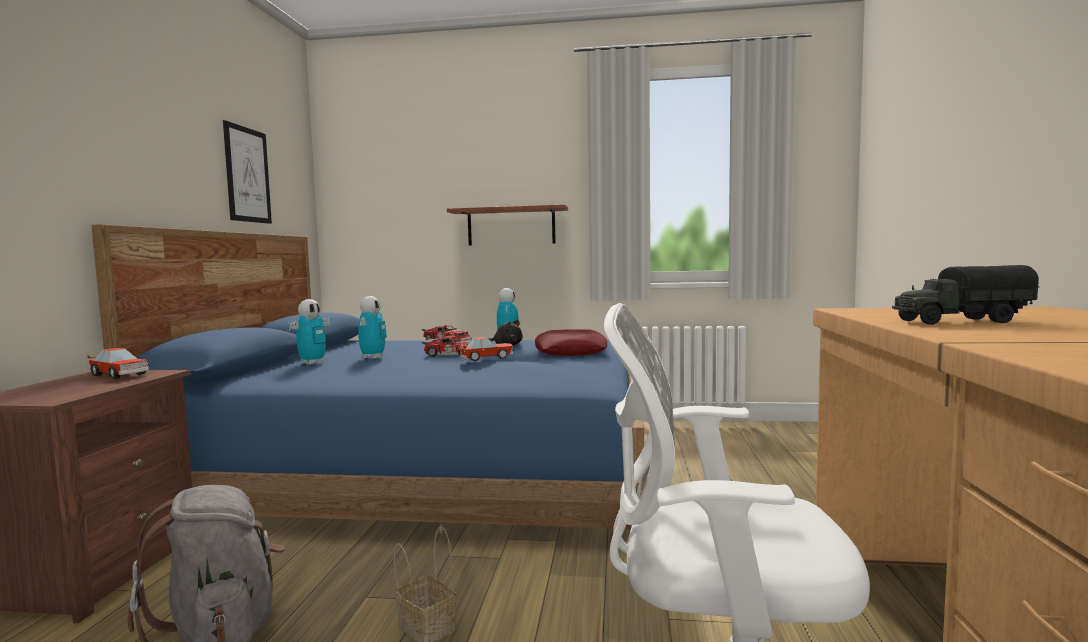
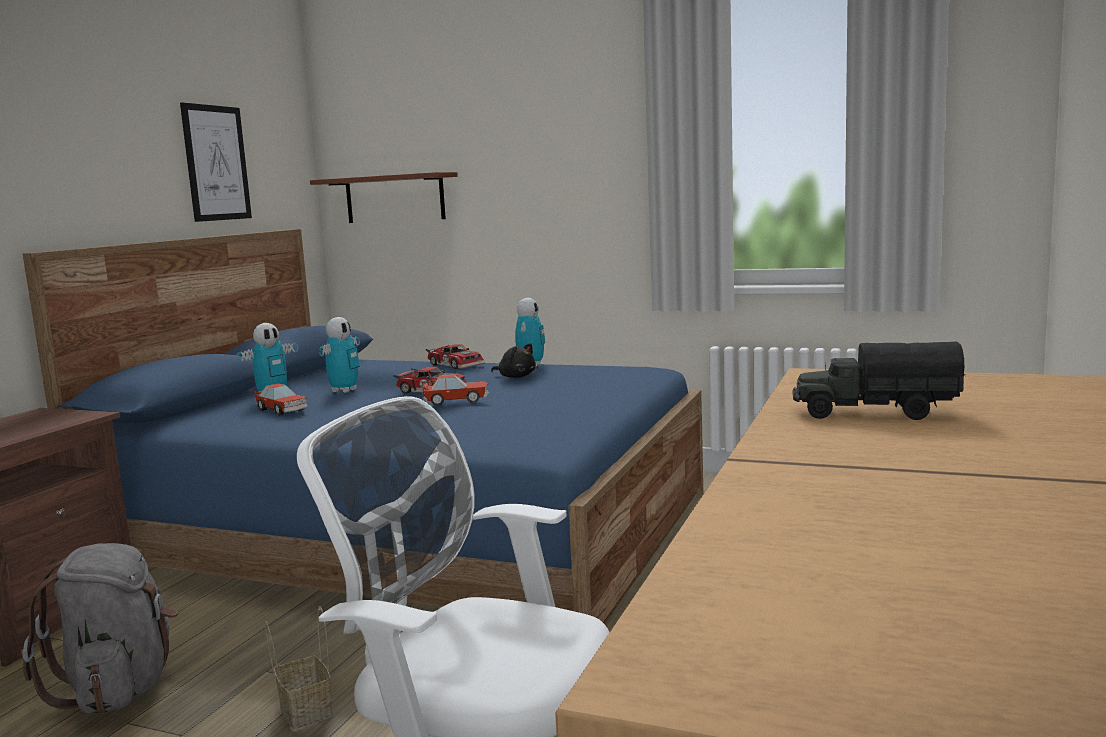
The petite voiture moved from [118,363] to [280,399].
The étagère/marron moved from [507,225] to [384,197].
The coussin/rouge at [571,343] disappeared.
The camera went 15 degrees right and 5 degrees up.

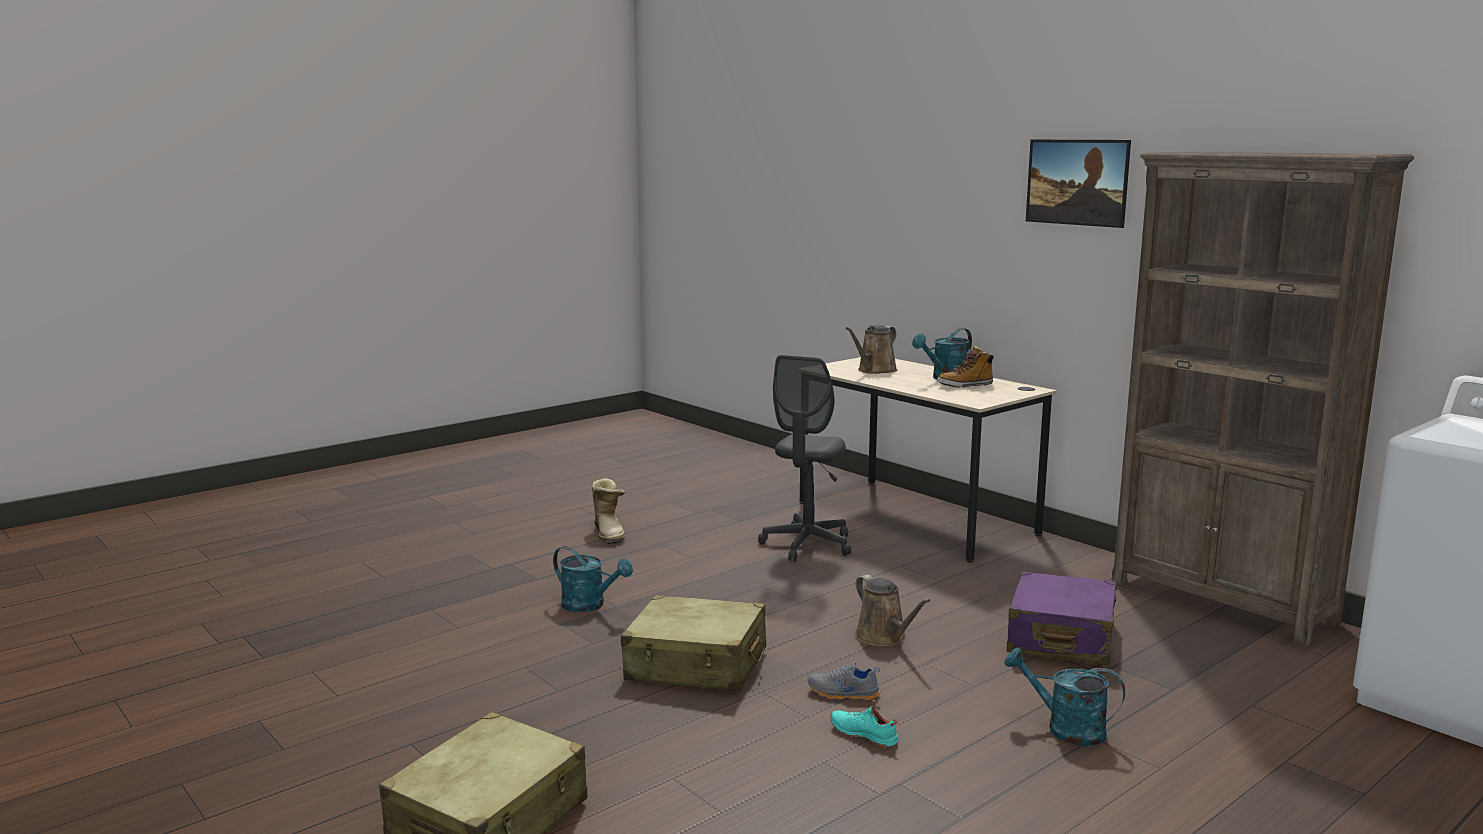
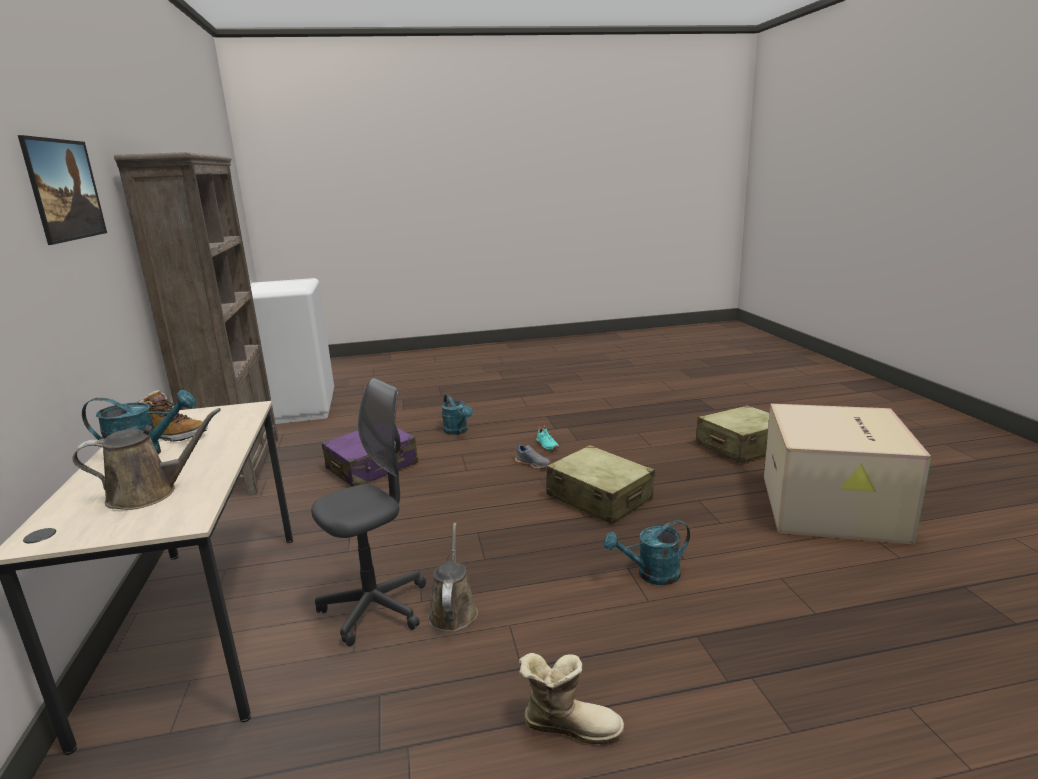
The arrosoir/turquoise at [593,579] turned 75 degrees counterclockwise.
The botte at [608,511] turned 90 degrees clockwise.
The arrosoir/marron moved from [893,611] to [453,577].
The carton at [847,474] appeared.
The camera went 150 degrees left and 5 degrees up.

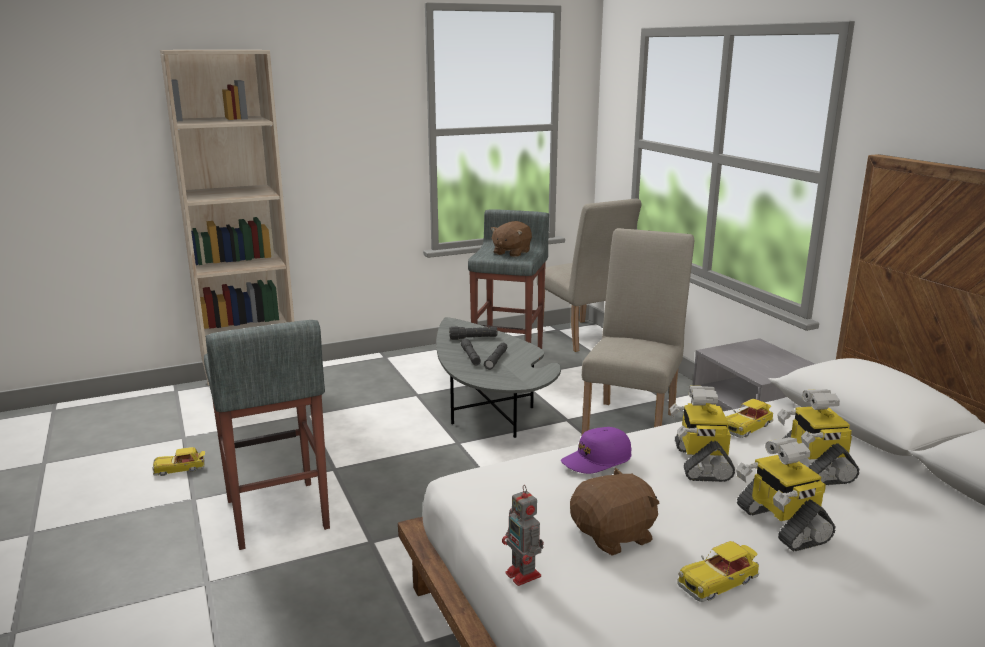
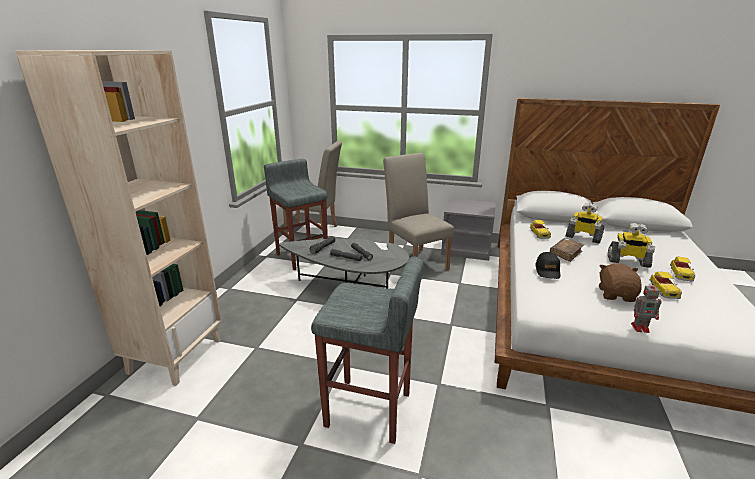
The petite voiture moved from [178,461] to [682,269].
The peluche/marron at [511,239] disappeared.
The casquette/violet at [596,450] became the casquette/noir at [548,265].
The robot jouet at [702,434] was replaced by the livre/marron at [567,250].
The camera went 50 degrees left and 5 degrees up.

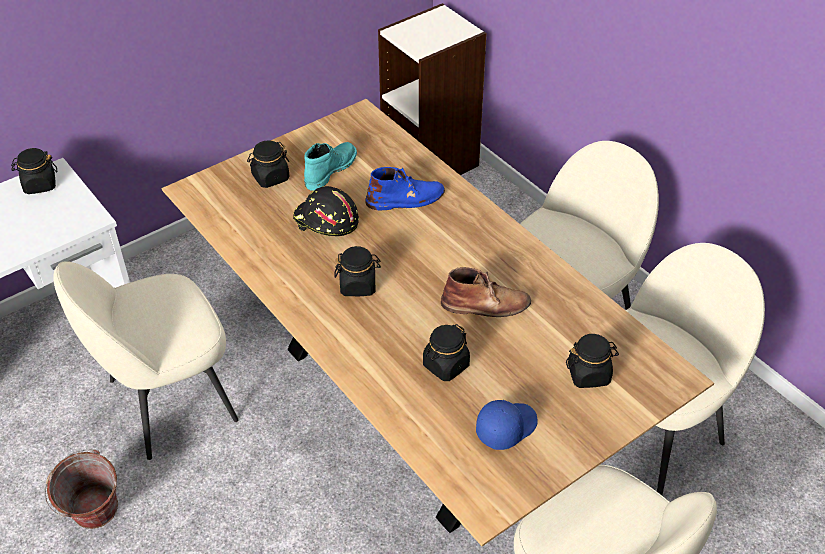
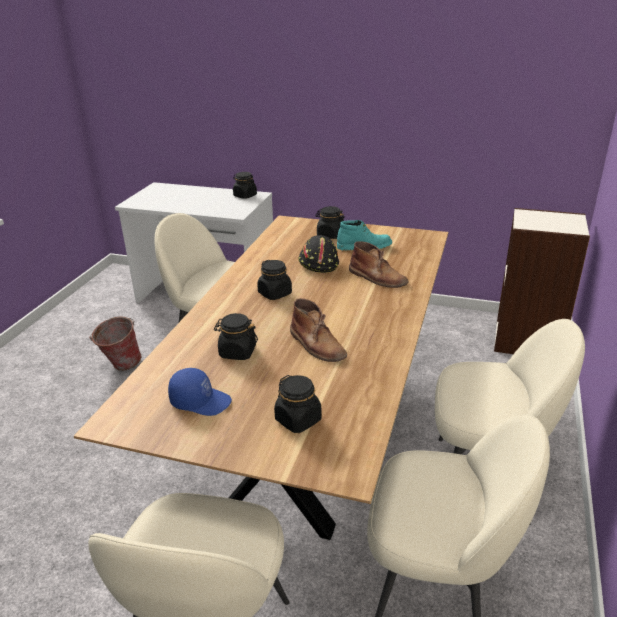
The botte/bleu at [405,188] became the botte/marron at [378,264].
The camera went 55 degrees right and 15 degrees down.

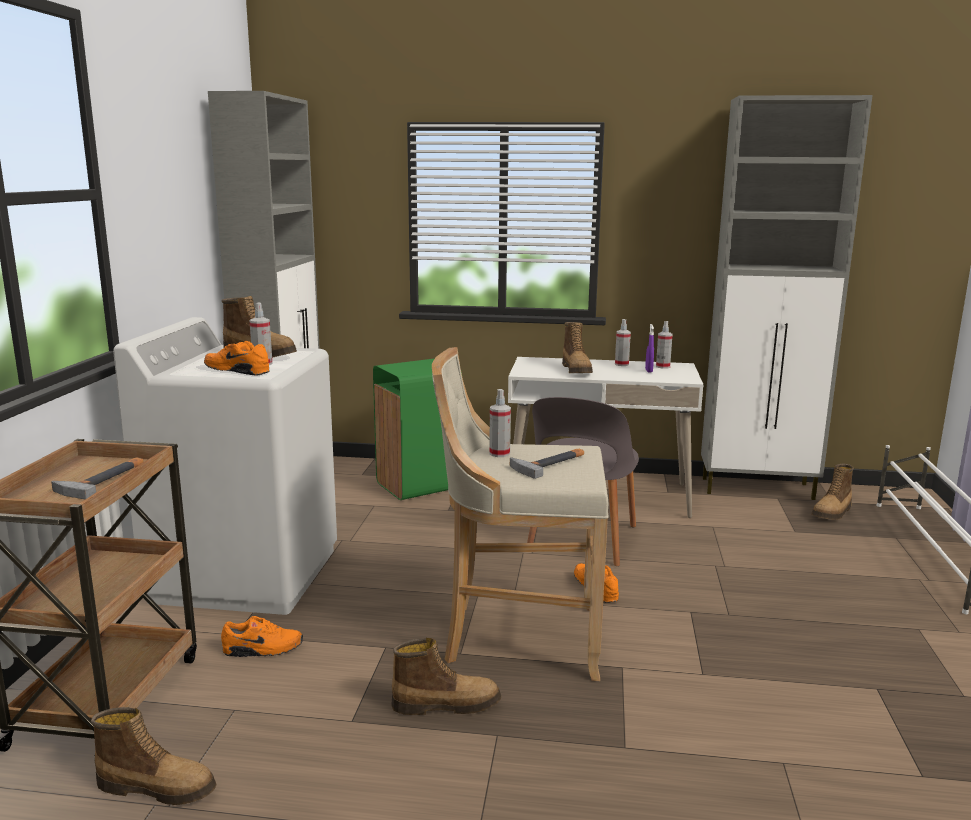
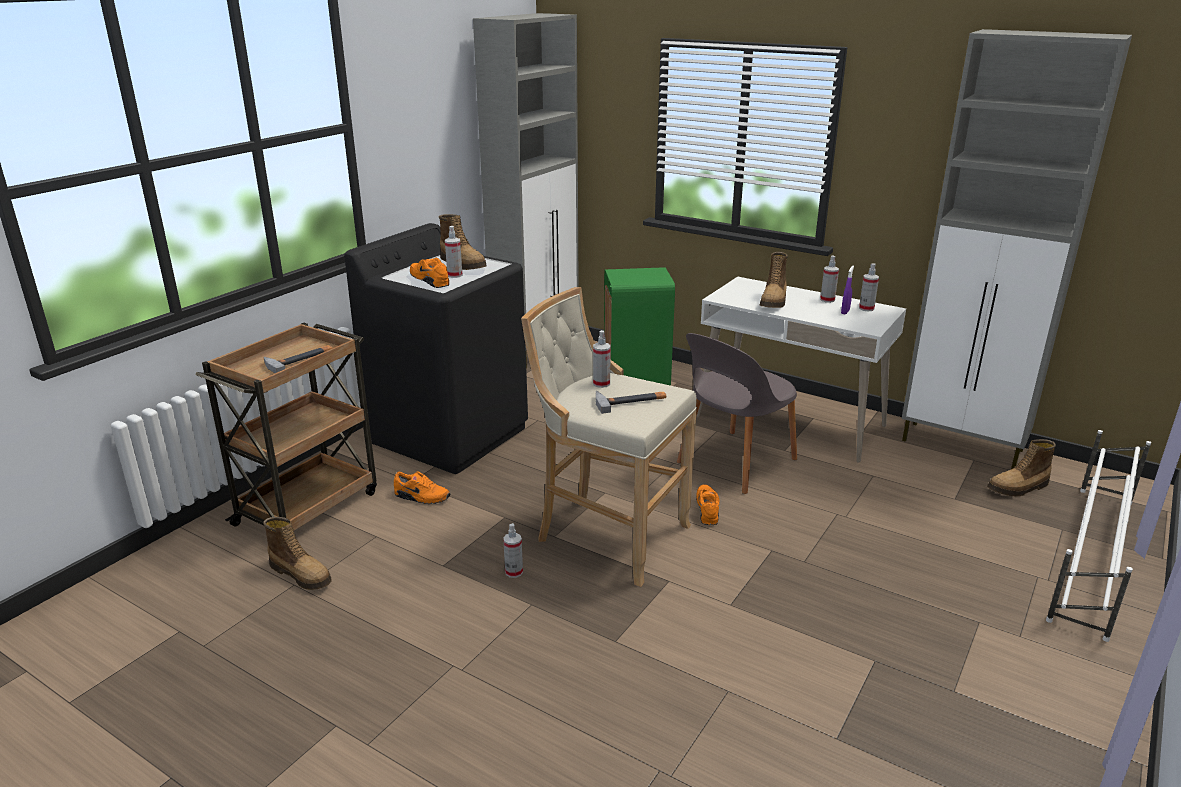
The lave-linge/blanc at [225,466] became the lave-linge/noir at [436,348].
The botte at [446,676] was replaced by the vaporisateur at [513,550].
The camera went 25 degrees right and 10 degrees up.

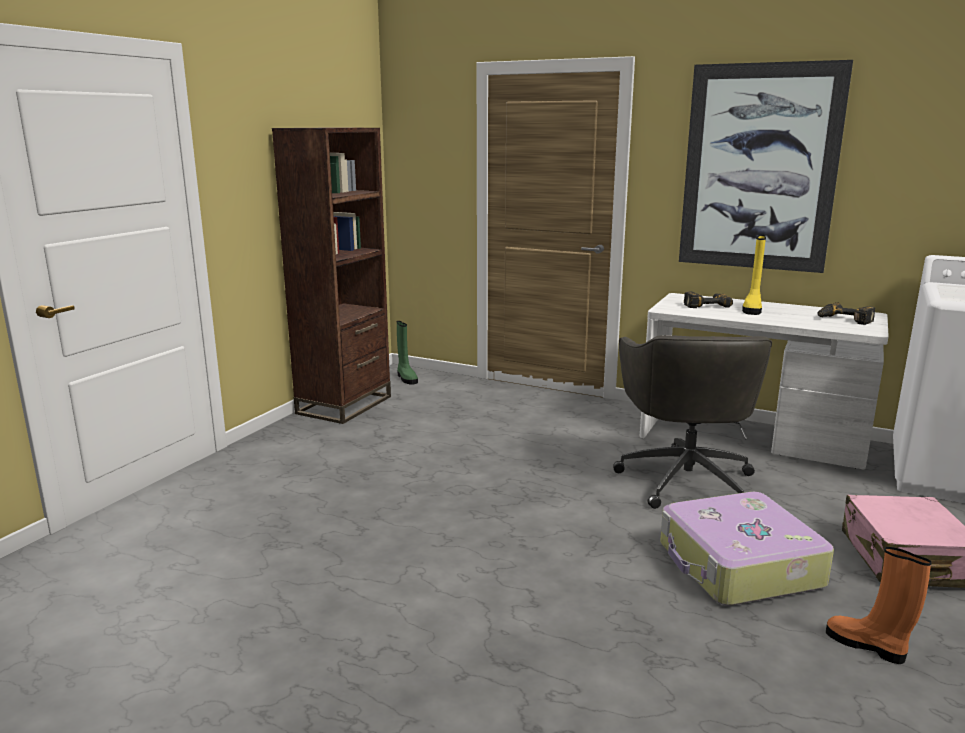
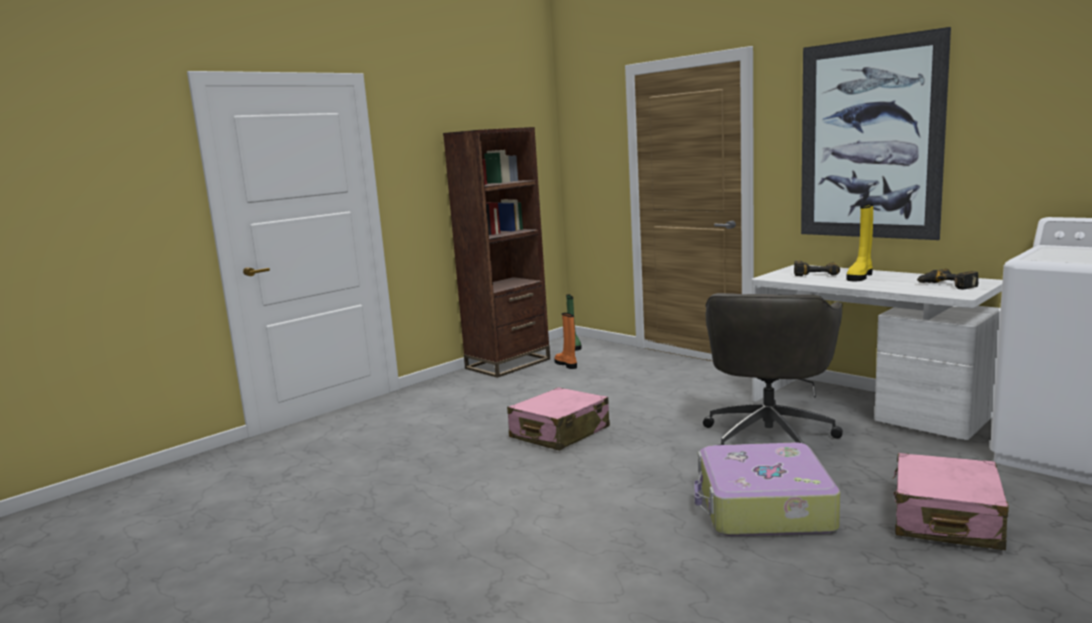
The botte/orange moved from [879,605] to [565,341].
The valise/rose at [558,419] appeared.
The camera went 20 degrees right and 5 degrees down.

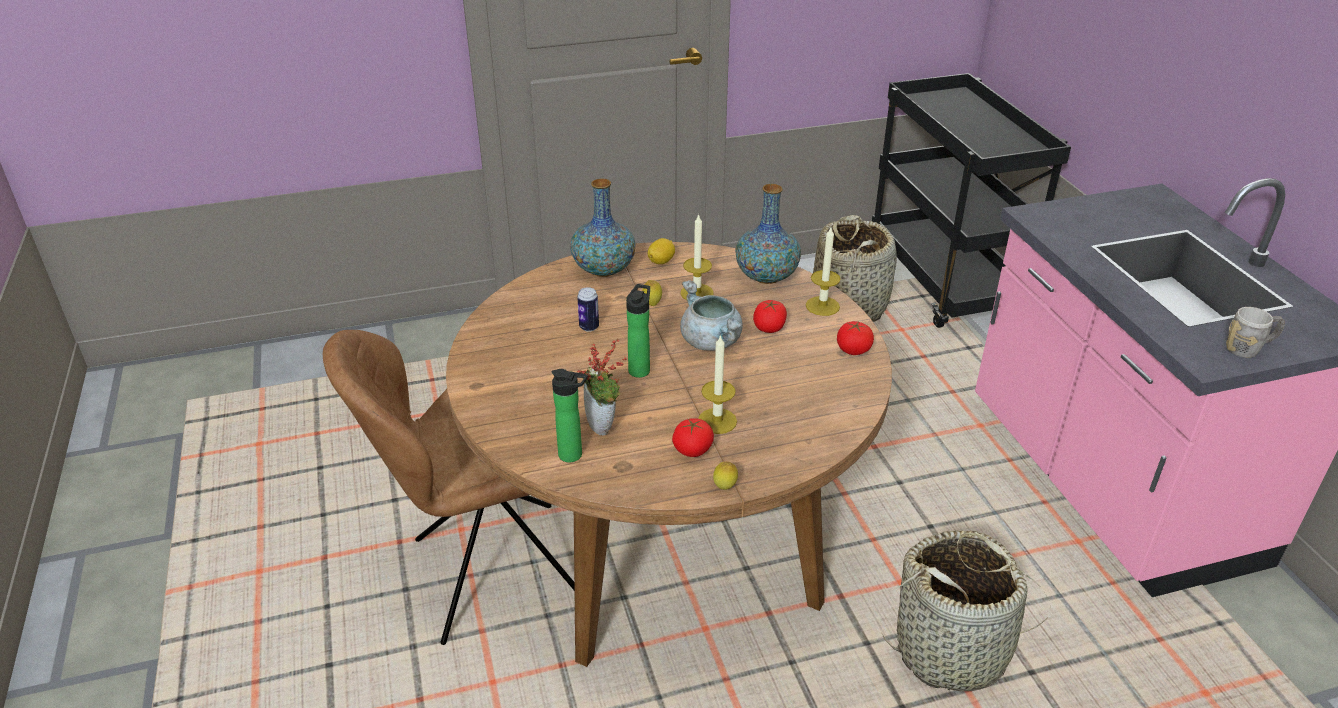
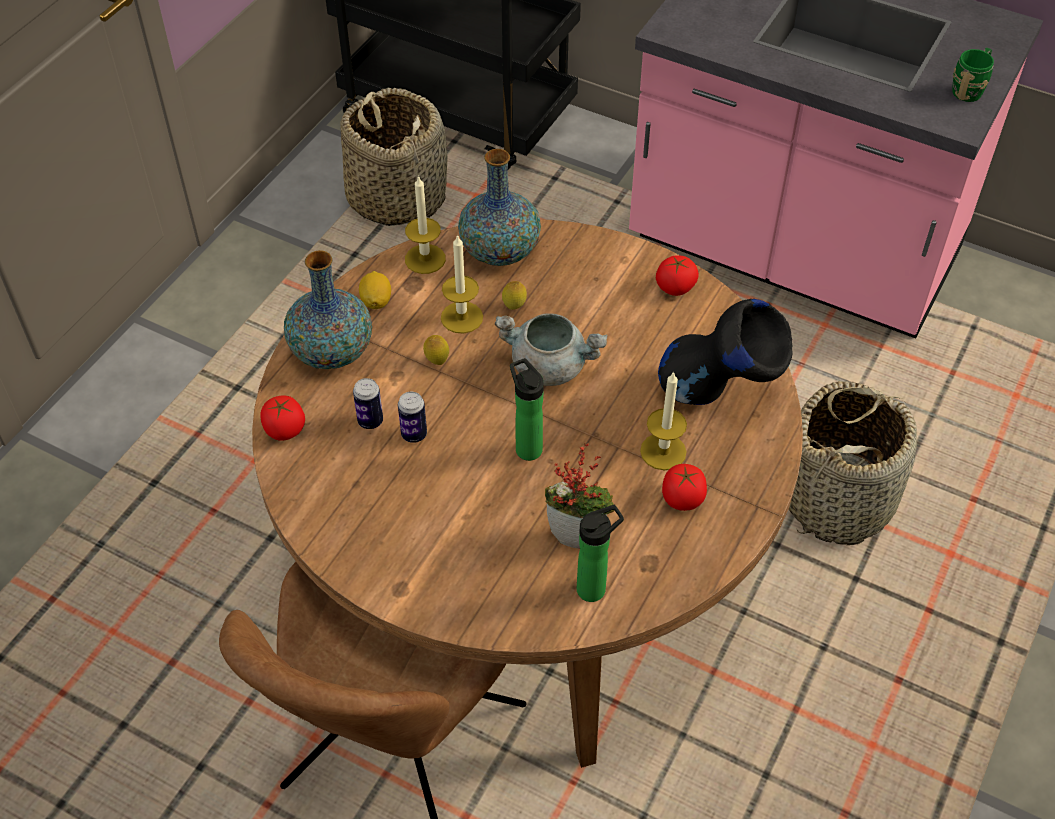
The citron moved from [725,476] to [514,295].
The tomate moved from [770,316] to [282,418].
The bougie moved from [823,271] to [425,224].
The mug/gris at [1255,332] became the mug/vert at [973,75].
The boîte métallique at [368,403] appeared.
The vase/noir at [725,352] appeared.
The camera went 45 degrees left and 15 degrees up.

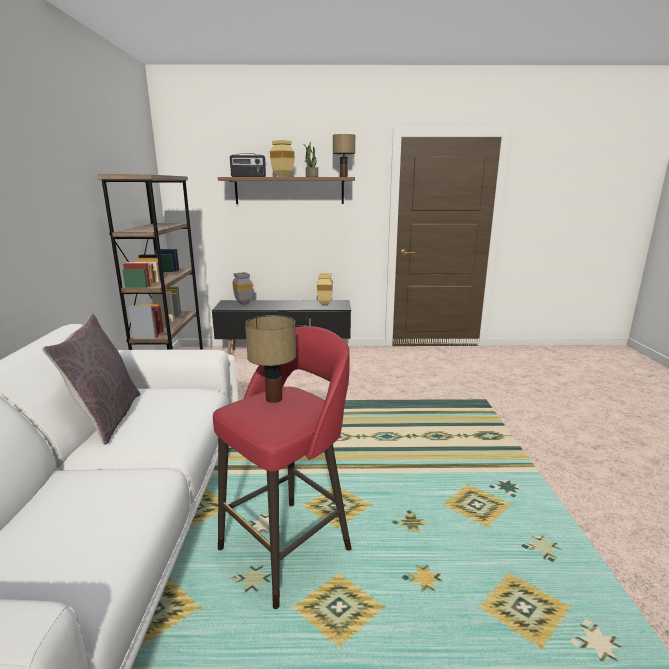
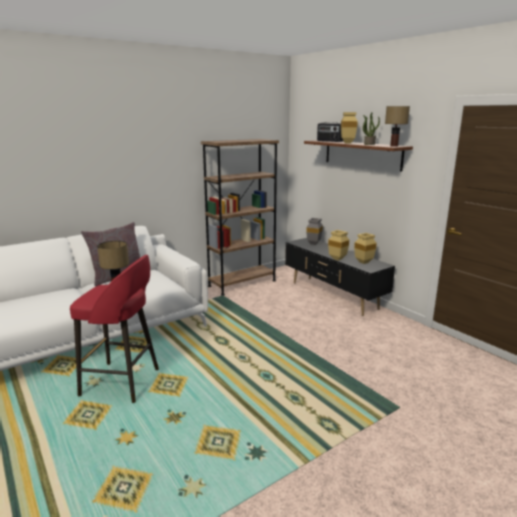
The vase/beige at [338,245] appeared.
The camera went 55 degrees right and 0 degrees up.

